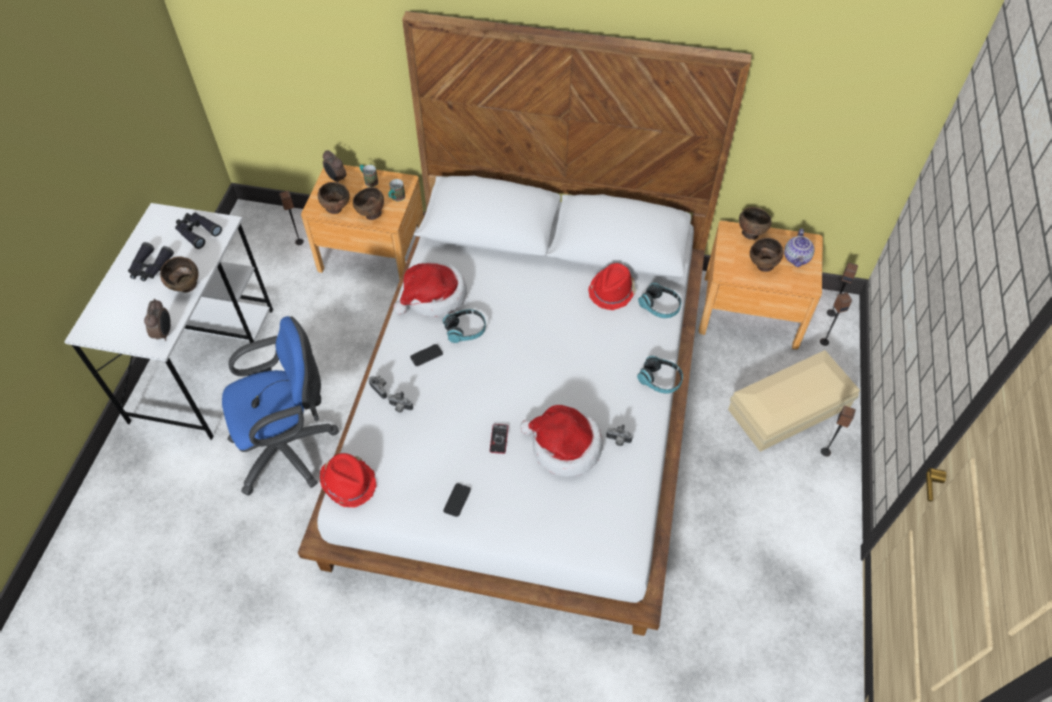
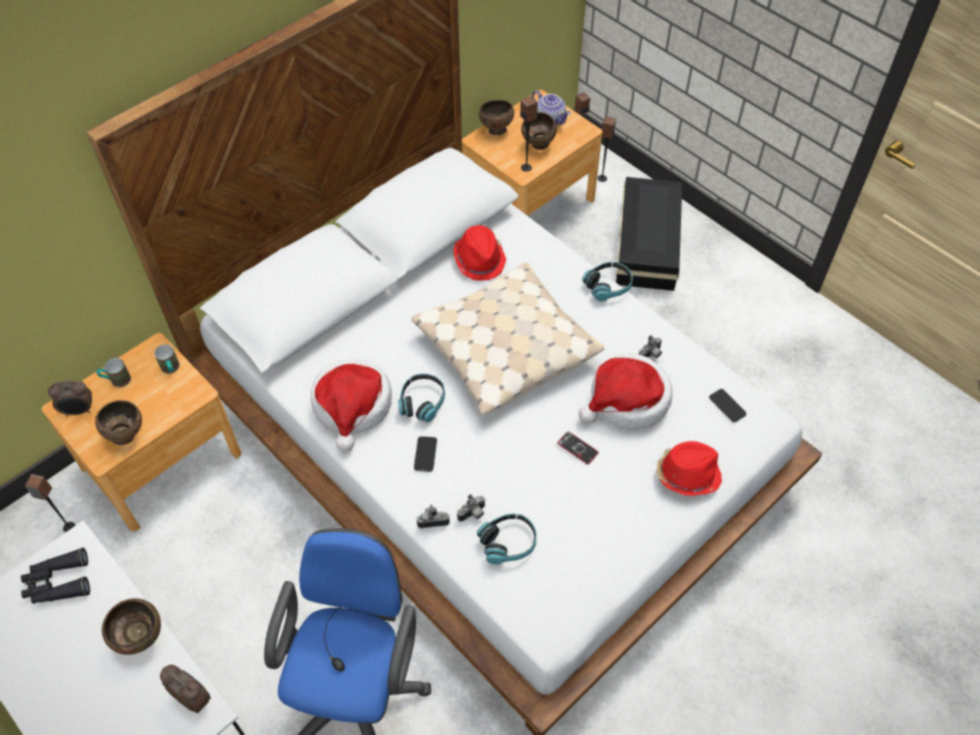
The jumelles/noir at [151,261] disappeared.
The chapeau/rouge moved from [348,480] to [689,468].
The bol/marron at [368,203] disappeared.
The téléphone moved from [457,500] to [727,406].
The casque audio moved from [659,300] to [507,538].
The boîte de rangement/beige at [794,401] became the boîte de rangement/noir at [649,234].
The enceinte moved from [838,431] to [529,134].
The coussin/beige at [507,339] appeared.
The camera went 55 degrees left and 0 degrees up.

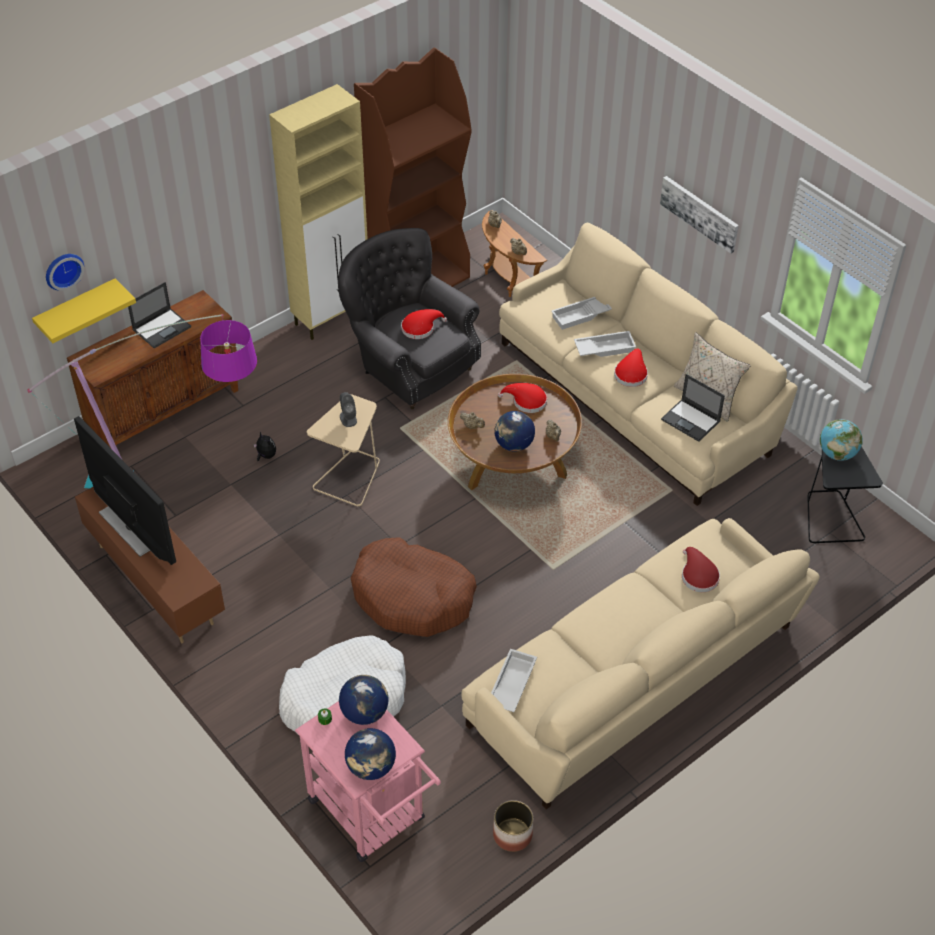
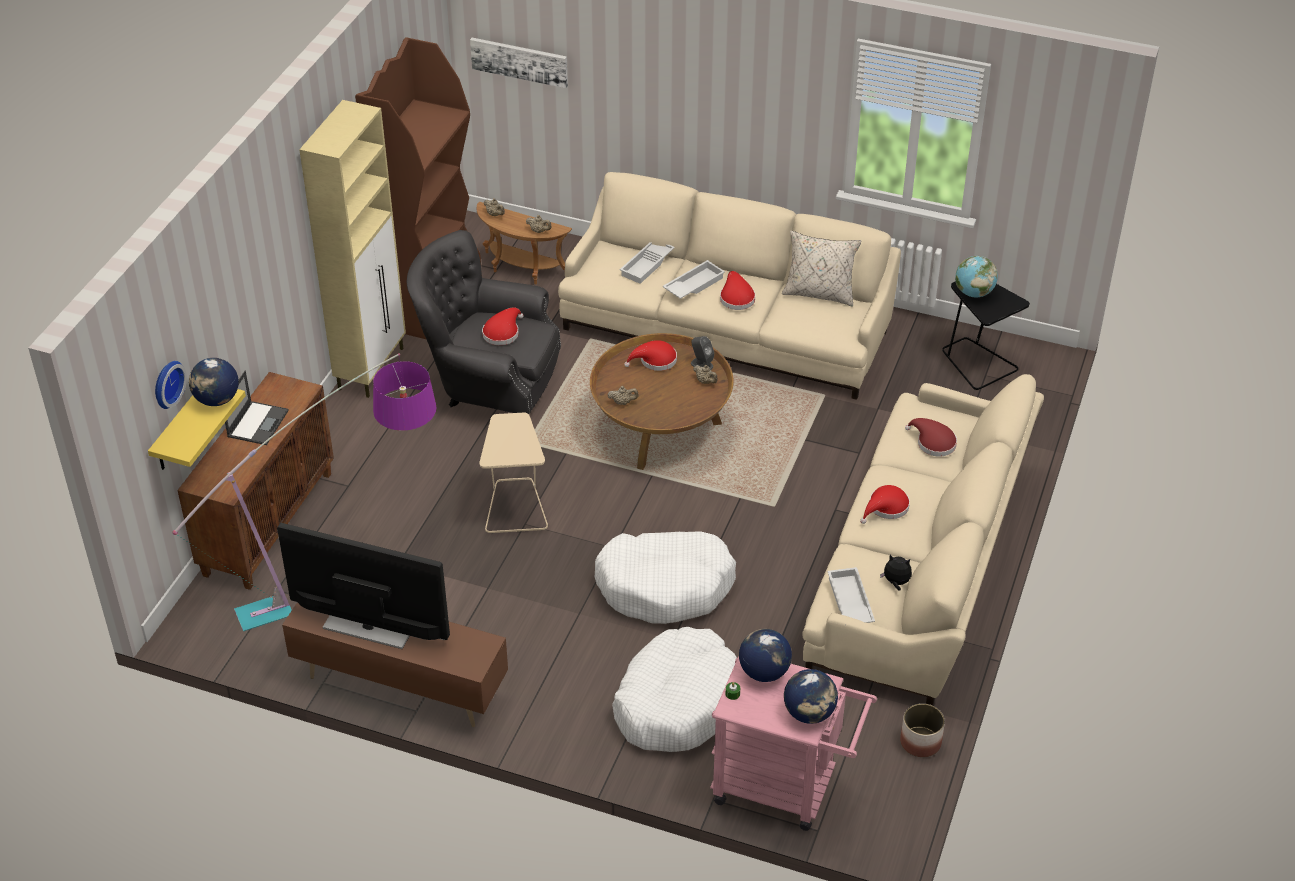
The peluche moved from [264,446] to [896,573].
The enceinte/gris moved from [348,409] to [702,353].
The panier pour chien/marron at [414,587] became the panier pour chien/blanc at [665,577].
The globe moved from [514,431] to [214,382].
The tableau moved from [699,215] to [519,63].
The ordinateur portable at [693,408] disappeared.
The chapeau/rouge at [885,504] appeared.
The camera went 30 degrees left and 5 degrees down.

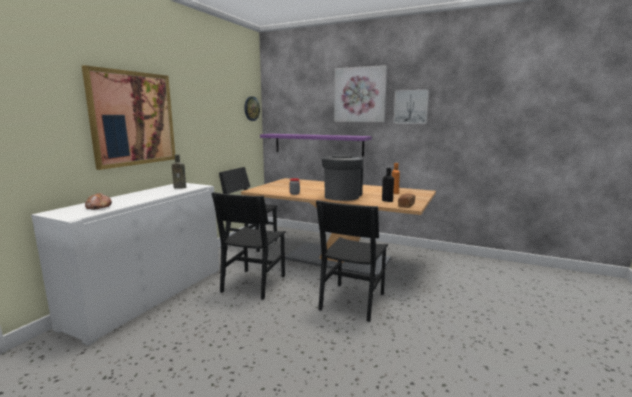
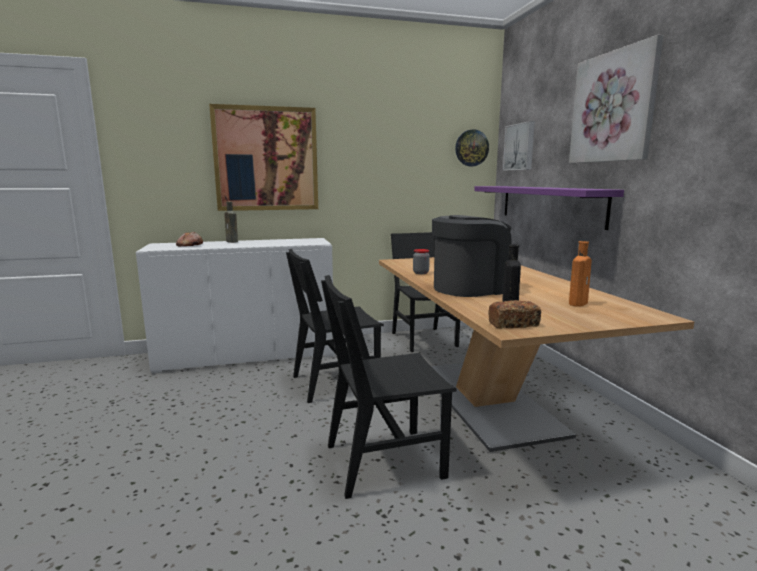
The bouteille/marron moved from [179,171] to [231,222].
The tableau moved from [411,107] to [519,146].
The camera went 50 degrees right and 0 degrees up.

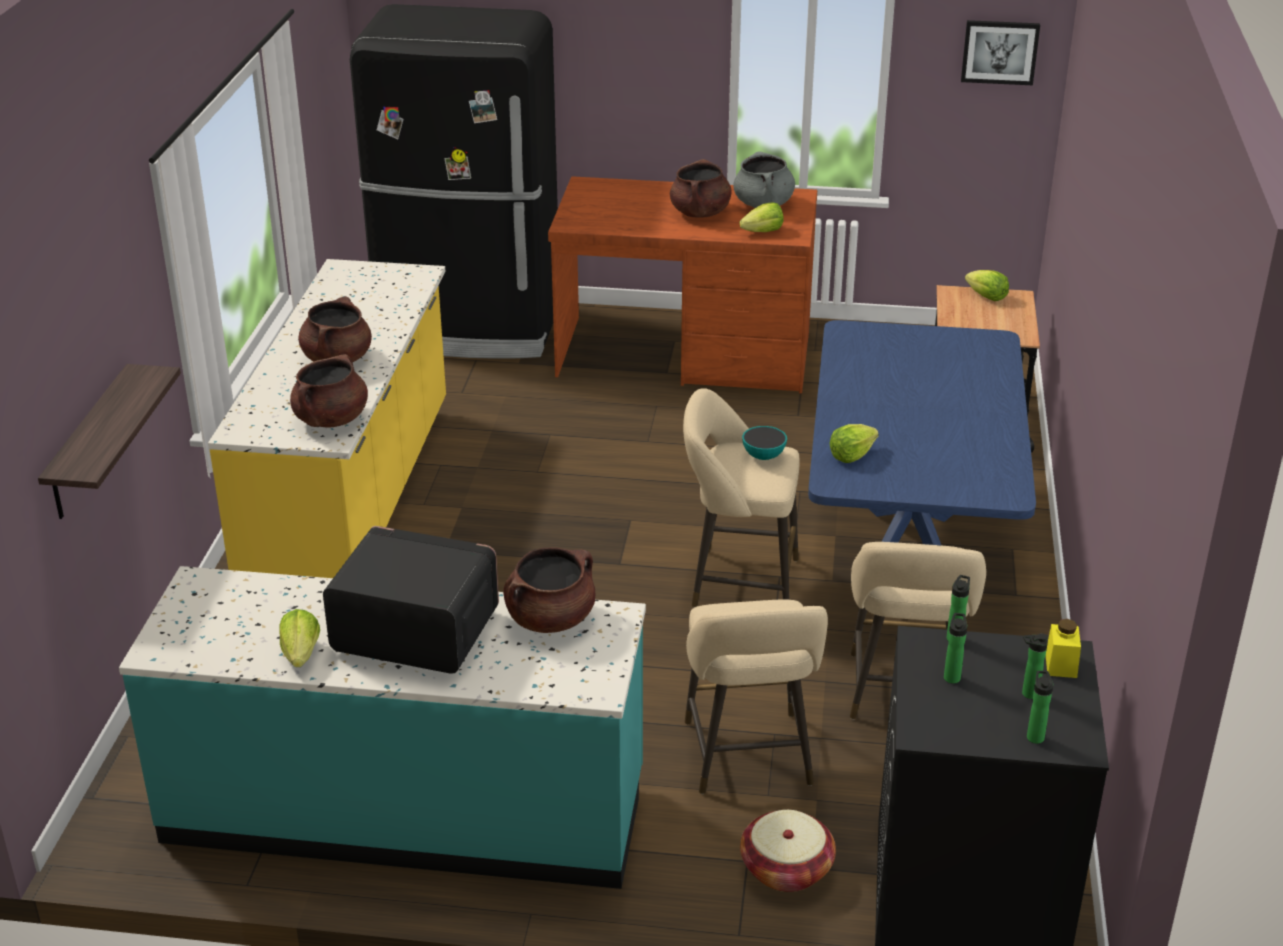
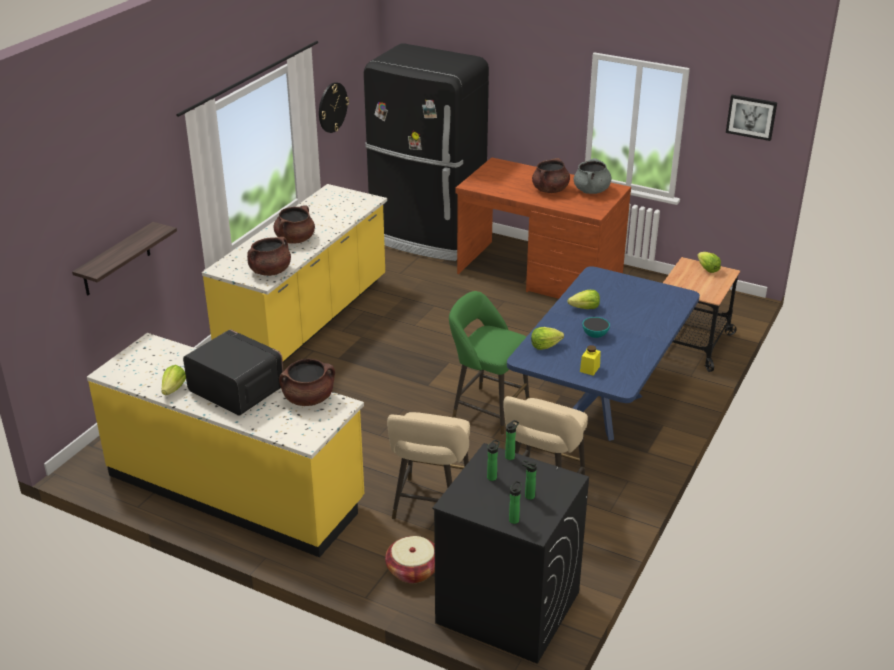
The comptoir de cuisine/turquoise at [382,727] became the comptoir de cuisine/jaune at [225,445].
The tabouret/beige at [741,497] became the tabouret/vert at [489,363].
The laitue moved from [761,217] to [584,299].
The bol moved from [764,443] to [596,327].
The bocal/jaune moved from [1063,648] to [590,360].
The horloge murale at [334,107] appeared.
The camera went 20 degrees right and 0 degrees up.

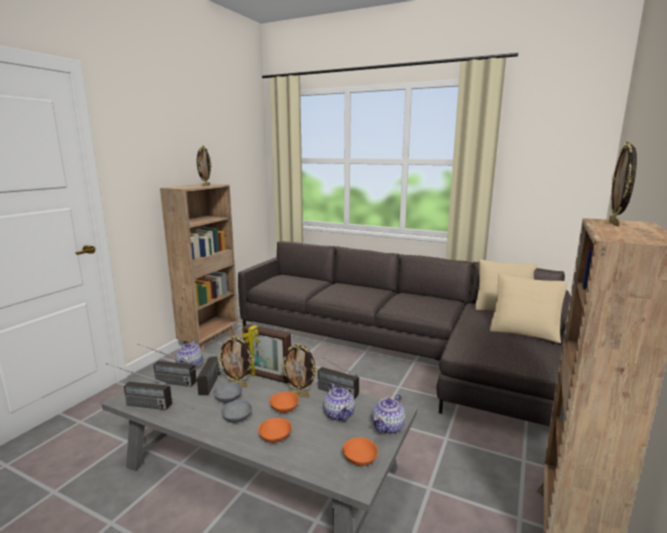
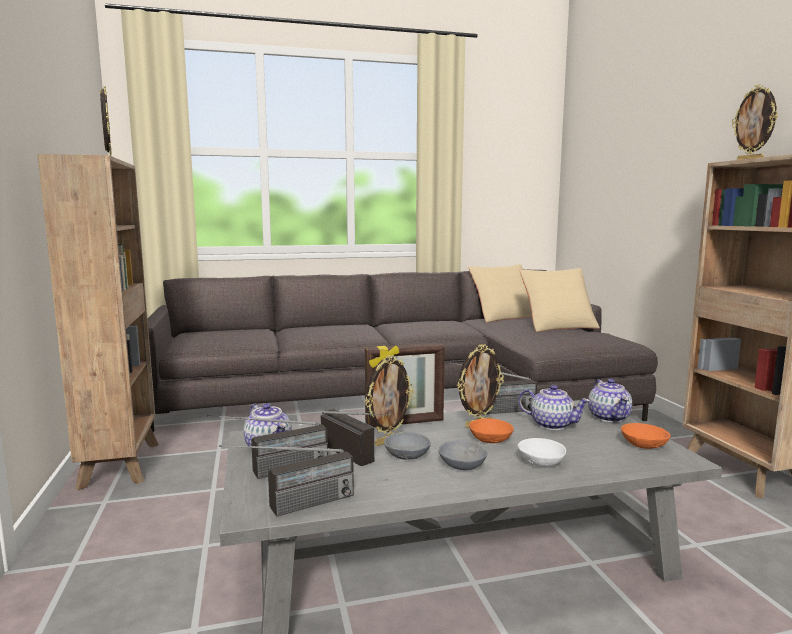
The bol/orange at [275,430] became the bol/blanc at [542,452].
The camera went 40 degrees left and 5 degrees down.

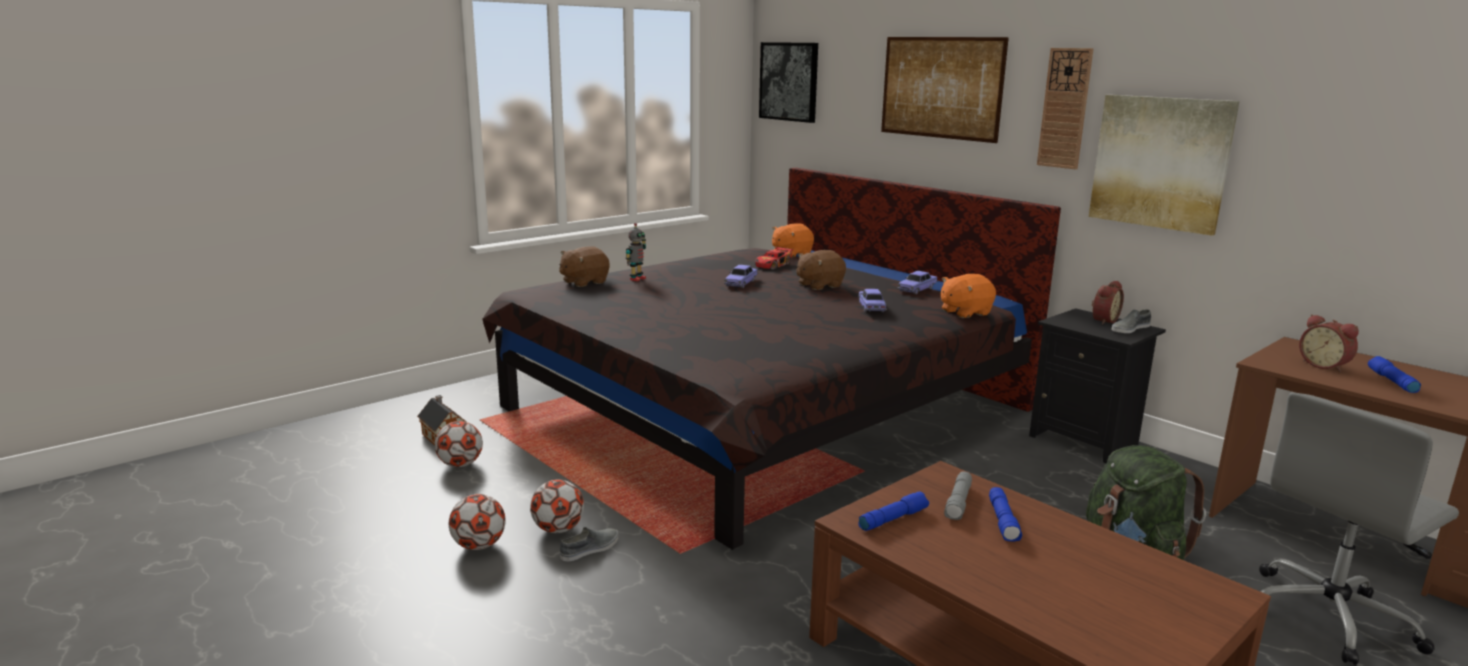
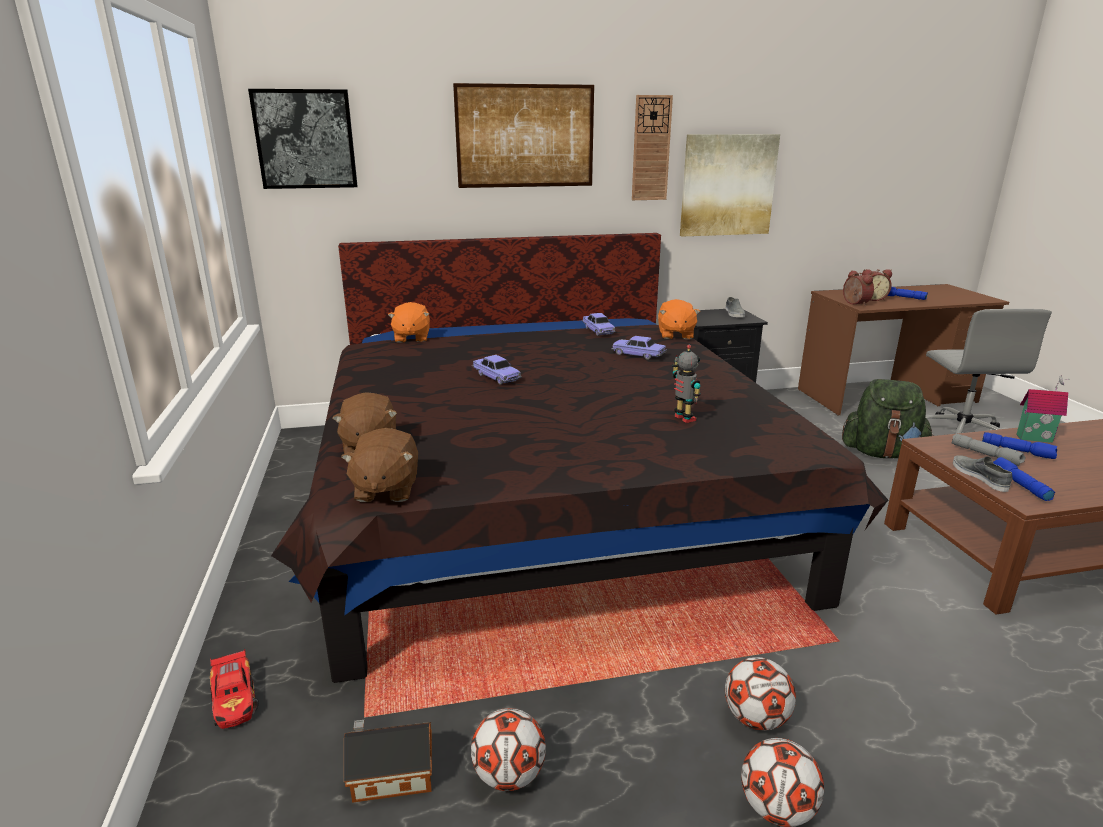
The chaussure/gris moved from [589,544] to [983,474].
The robot jouet moved from [636,252] to [686,384].
The petite voiture moved from [774,258] to [234,689].
The peluche/marron moved from [821,270] to [379,465].
The réveil moved from [1107,303] to [858,288].
The maison miniature at [1043,409] appeared.
The camera went 60 degrees left and 5 degrees up.

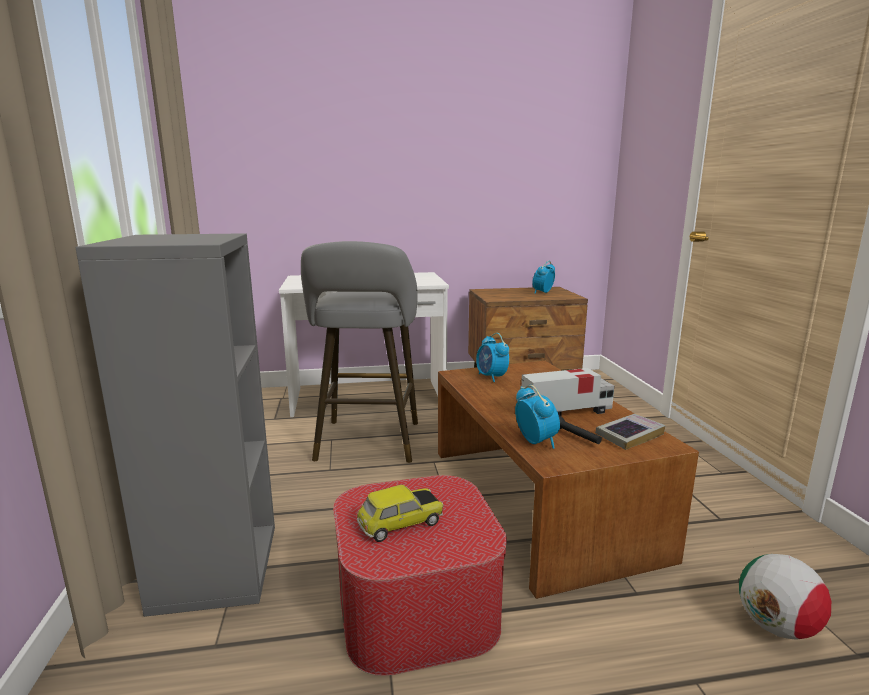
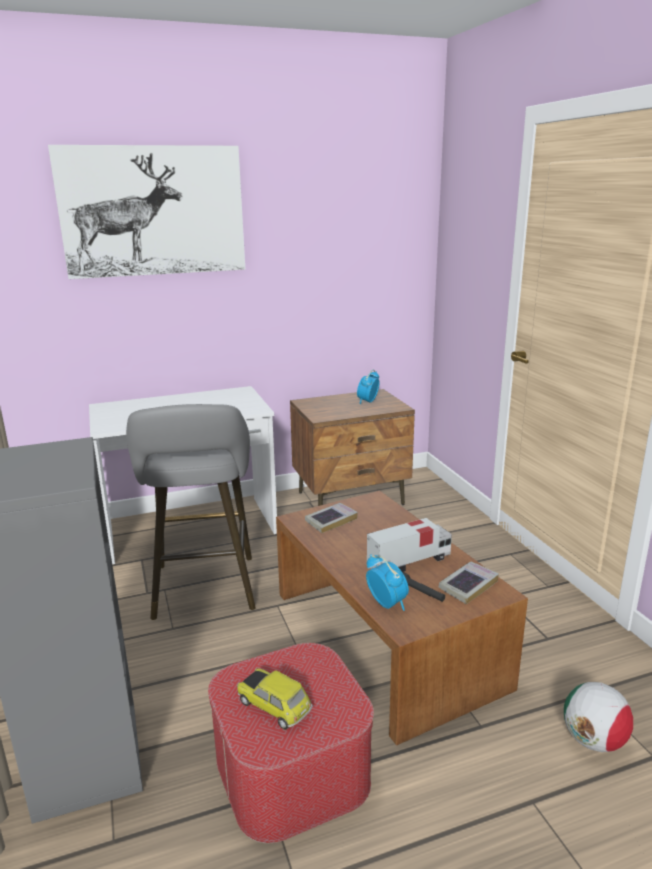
The petite voiture at [400,513] turned 105 degrees counterclockwise.
The réveil at [492,357] was replaced by the livre at [331,518].
The tableau at [146,212] appeared.
The camera went 10 degrees left and 5 degrees up.

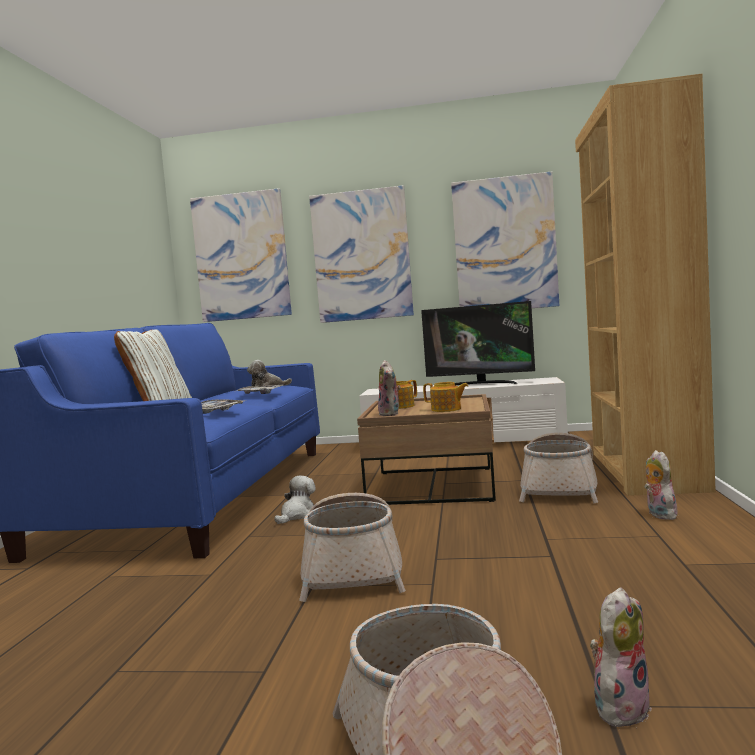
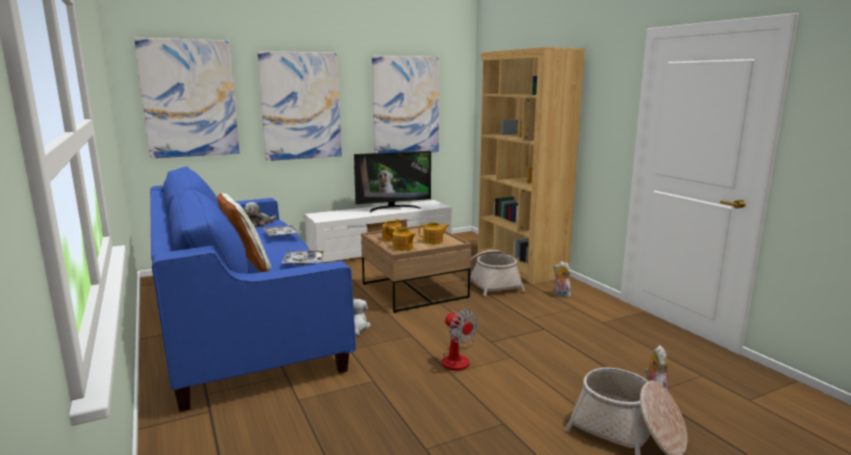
The panier at [352,547] was replaced by the ventilateur at [460,340].
The peluche at [389,388] was replaced by the théière at [403,239].
The camera went 35 degrees left and 10 degrees up.

